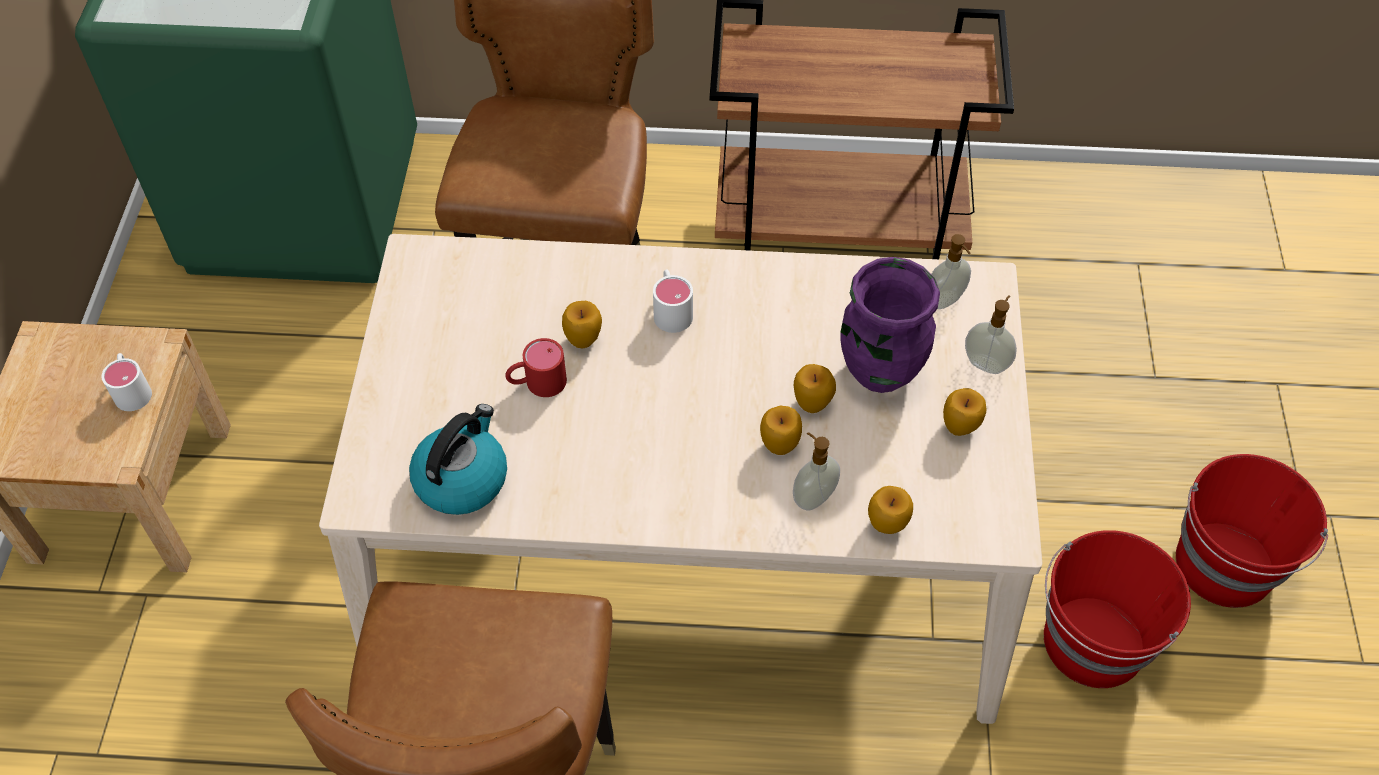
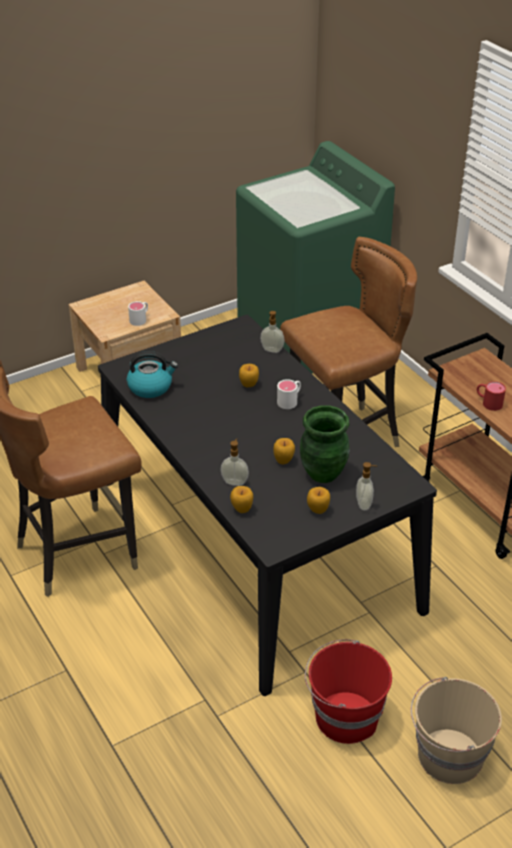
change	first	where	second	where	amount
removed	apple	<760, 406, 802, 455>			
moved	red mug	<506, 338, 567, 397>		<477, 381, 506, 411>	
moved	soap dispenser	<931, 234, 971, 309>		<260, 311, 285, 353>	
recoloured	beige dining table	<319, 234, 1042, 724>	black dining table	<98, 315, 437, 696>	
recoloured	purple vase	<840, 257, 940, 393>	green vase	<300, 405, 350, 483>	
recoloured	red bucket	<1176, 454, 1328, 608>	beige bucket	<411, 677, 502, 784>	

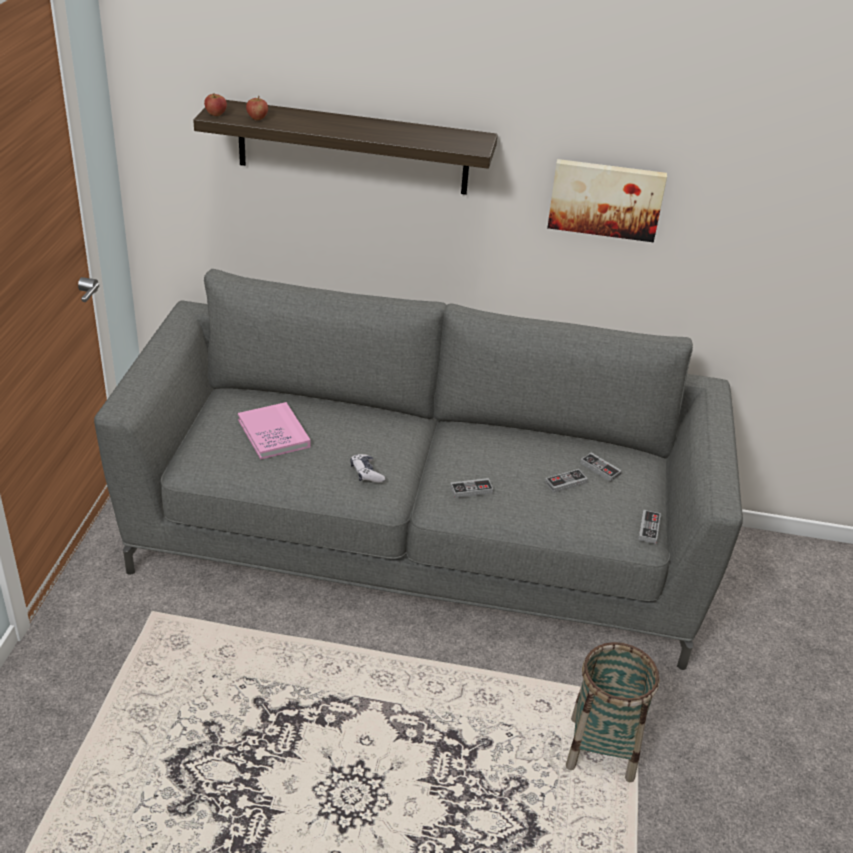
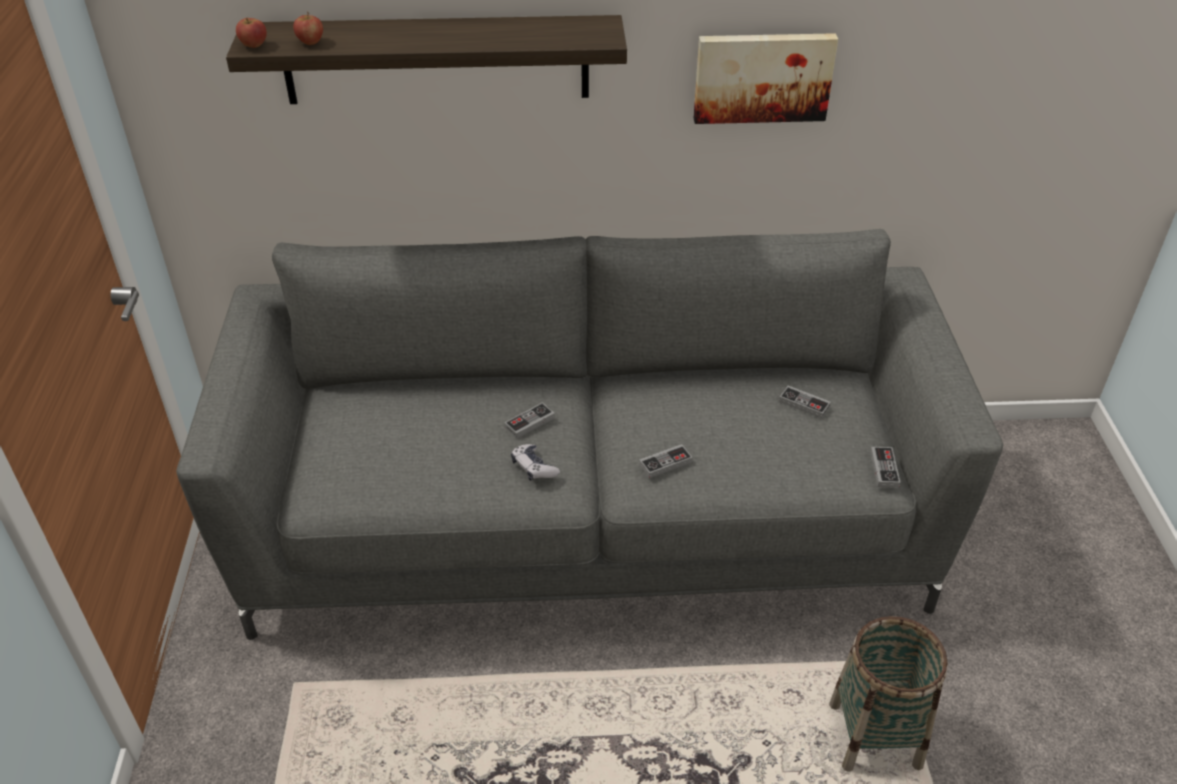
change	first	where	second	where	amount
removed	pink book	<238, 402, 311, 460>			
moved	game controller	<545, 469, 588, 493>		<504, 402, 555, 438>	

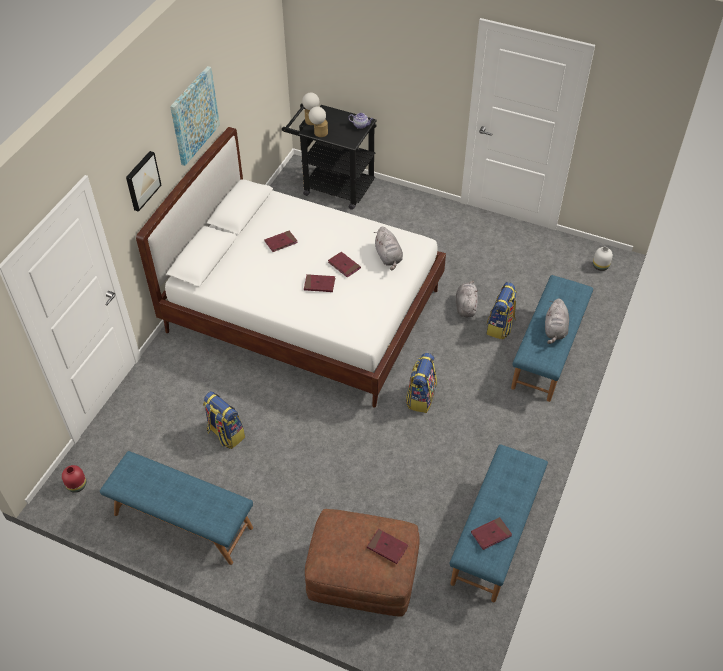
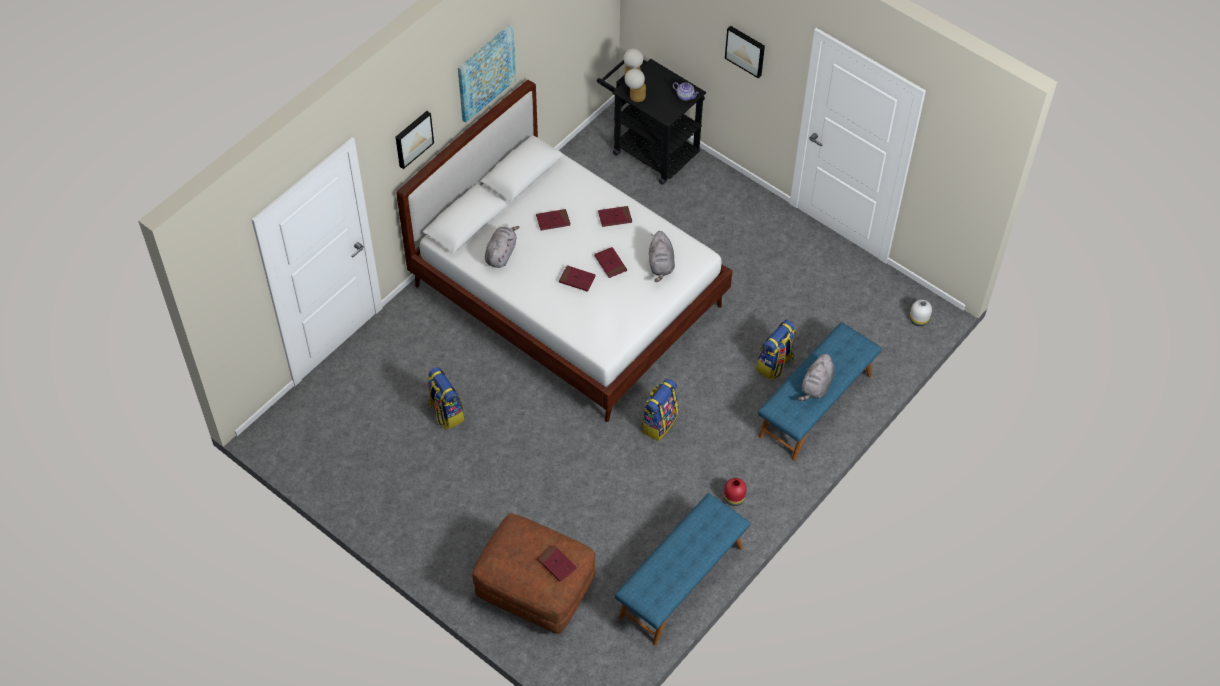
change	first	where	second	where	amount
removed	blue bench	<100, 451, 253, 565>			
added			picture	<725, 26, 765, 79>	
moved	red vase	<62, 465, 86, 493>		<724, 478, 747, 506>	
moved	grey plush toy	<456, 281, 478, 317>		<485, 226, 520, 268>	
moved	red book	<471, 517, 512, 550>		<598, 206, 632, 227>	

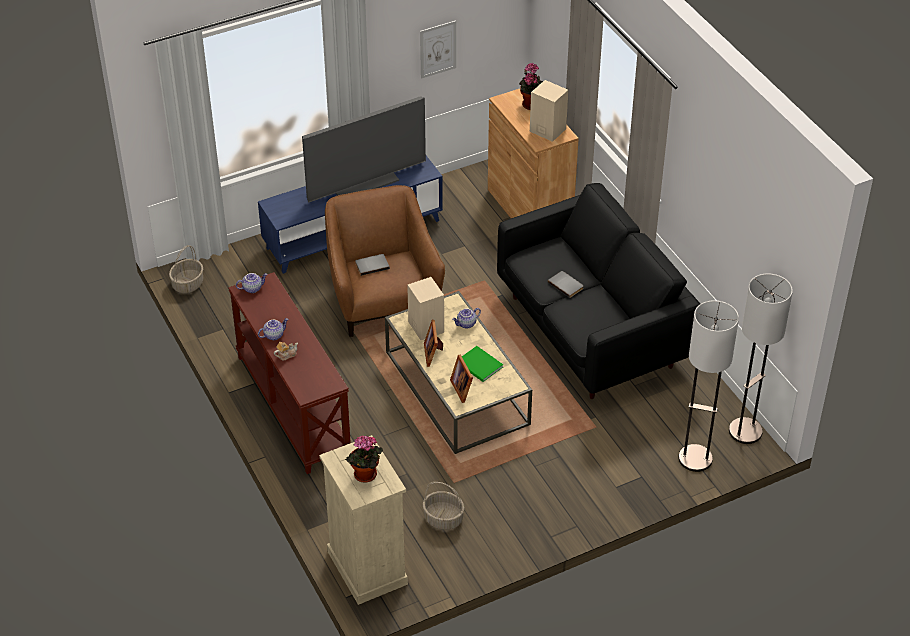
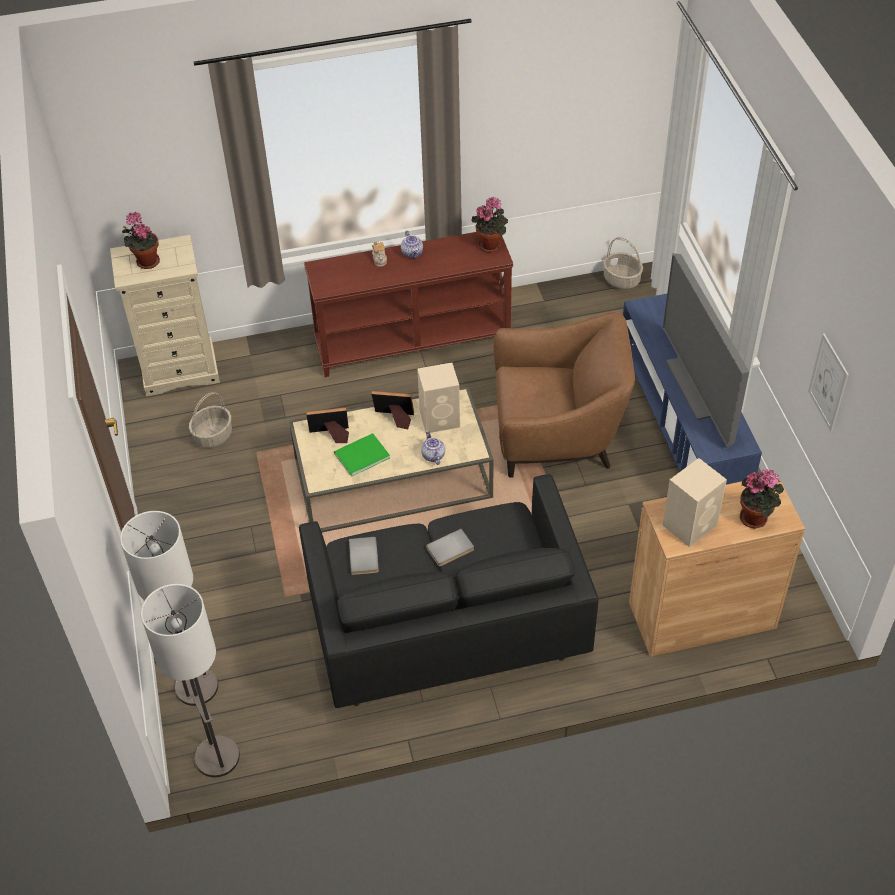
change	first	where	second	where	amount
moved	grey book	<355, 254, 390, 276>		<349, 537, 379, 575>	
replaced	teapot	<236, 273, 268, 293>	potted plant	<471, 196, 508, 252>	

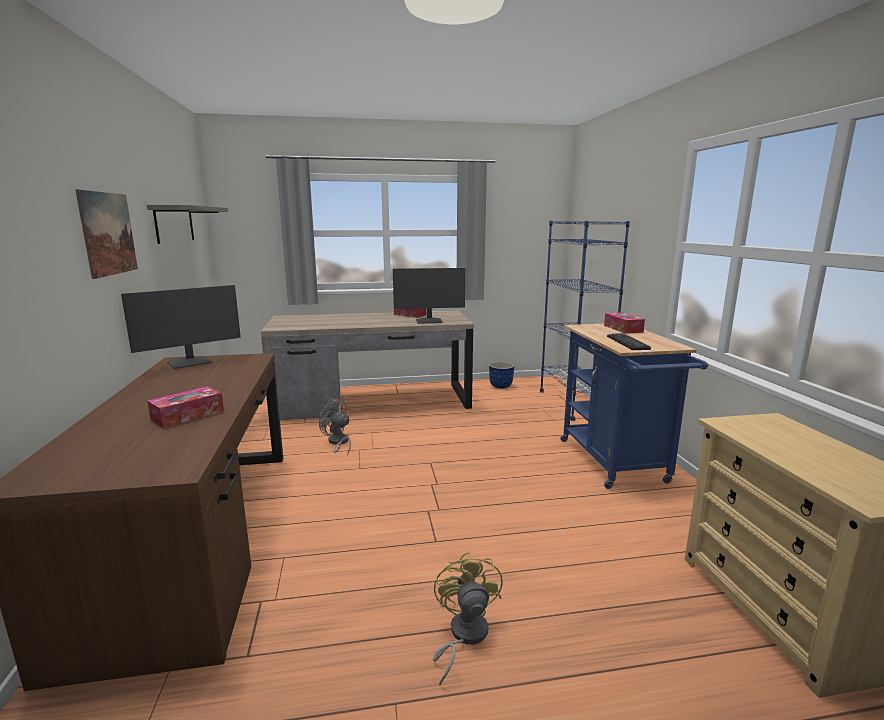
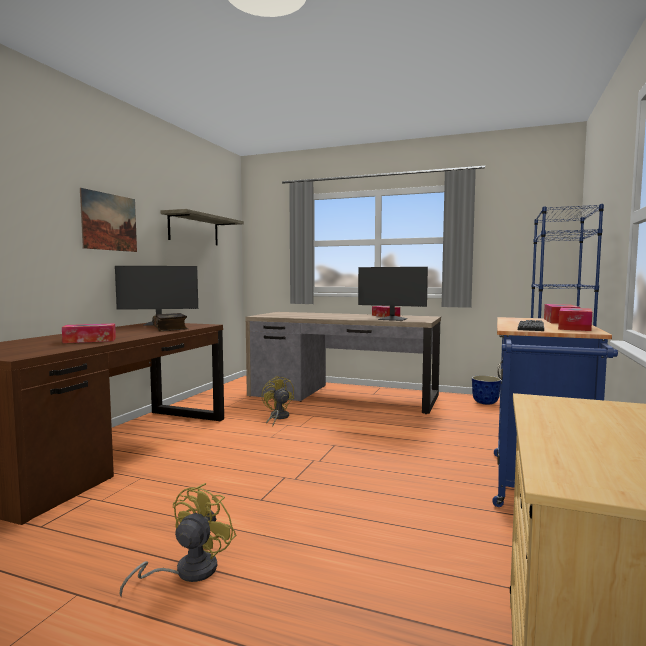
change	first	where	second	where	amount
added			book	<152, 313, 188, 331>	
added			tissue box	<558, 308, 592, 331>	
recoloured	grey fan	<319, 398, 351, 456>	yellow fan	<262, 376, 294, 427>	

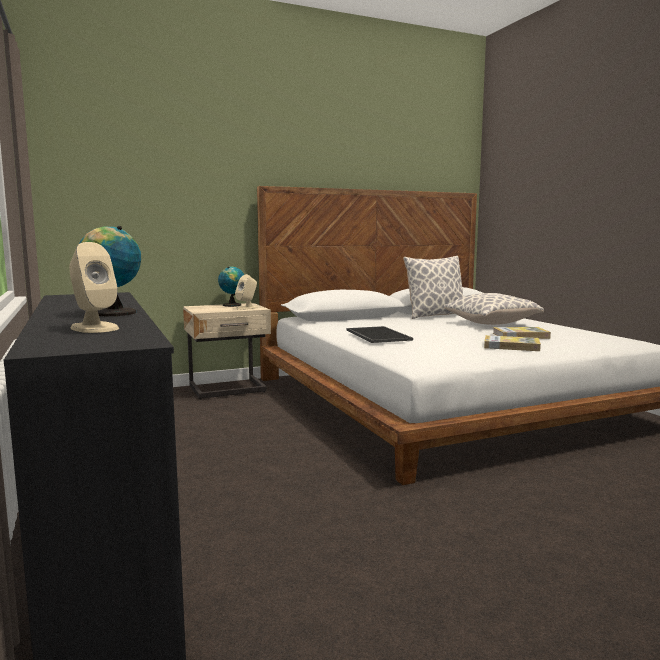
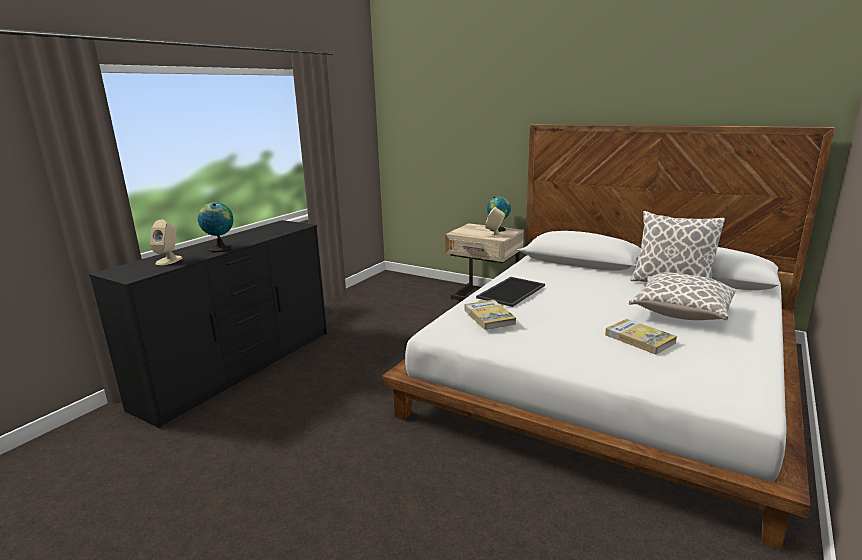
change	first	where	second	where	amount
moved	book	<484, 335, 541, 351>		<465, 300, 516, 330>	

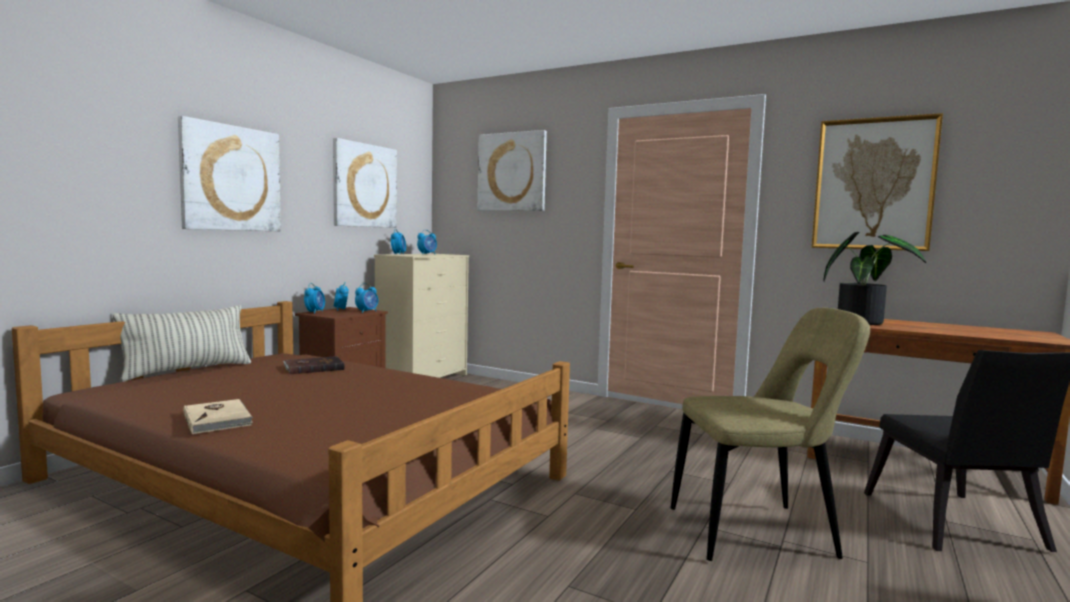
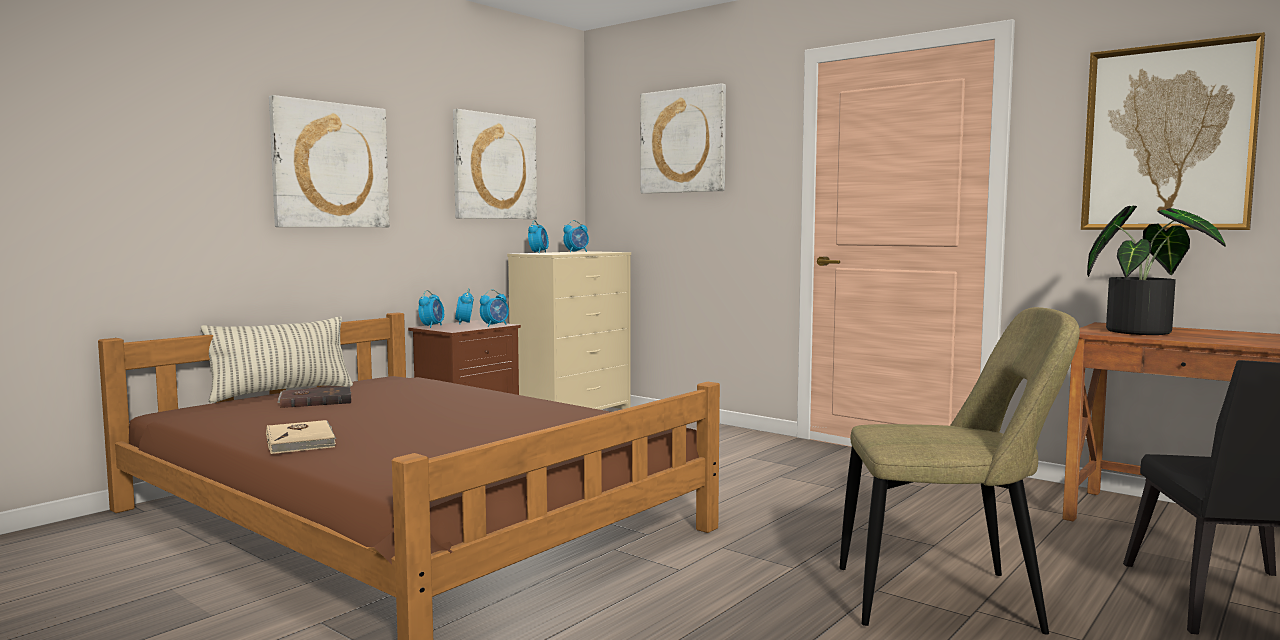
change	first	where	second	where	amount
moved	brown book	<283, 356, 345, 374>		<277, 386, 351, 408>	

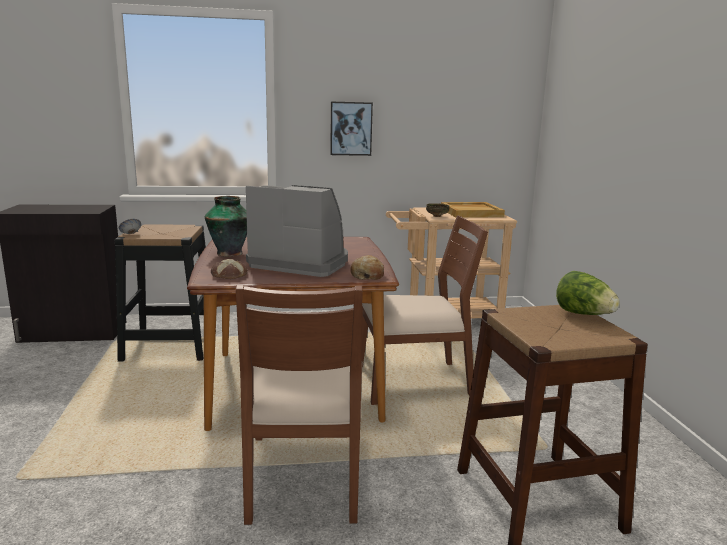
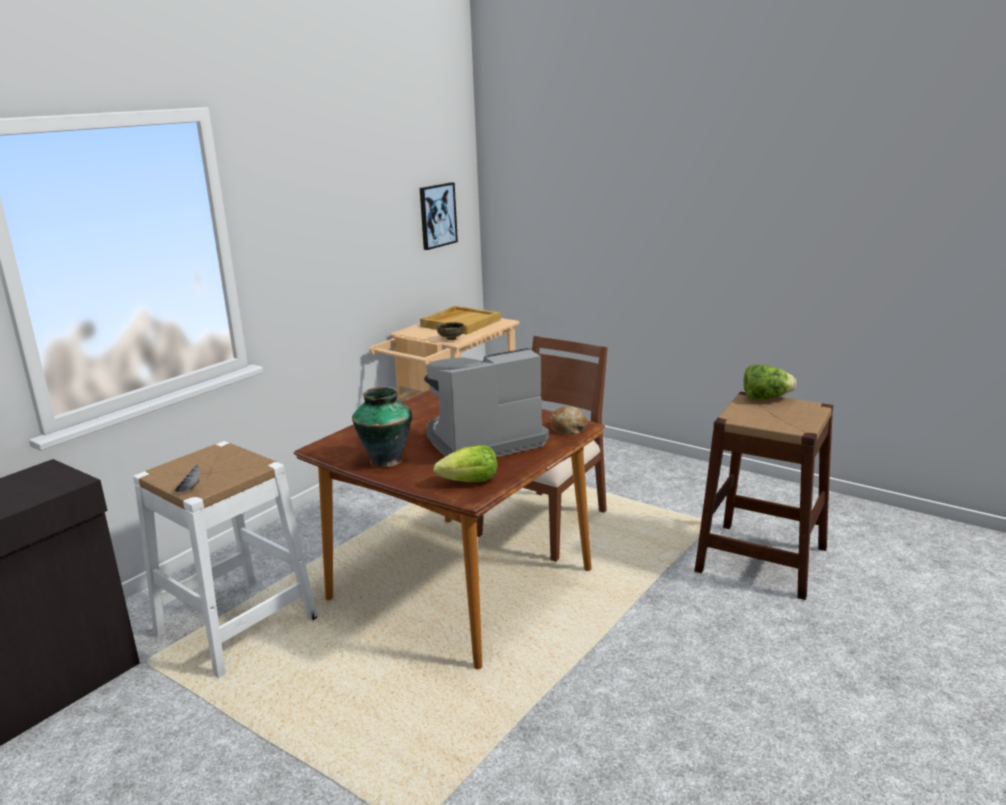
change	first	where	second	where	amount
removed	brown chair	<236, 285, 362, 525>			
moved	picture	<330, 102, 373, 156>		<420, 182, 458, 250>	
replaced	bread	<211, 259, 248, 279>	lettuce	<433, 445, 497, 482>	
recoloured	black stool	<115, 224, 206, 362>	white stool	<133, 441, 318, 678>	

